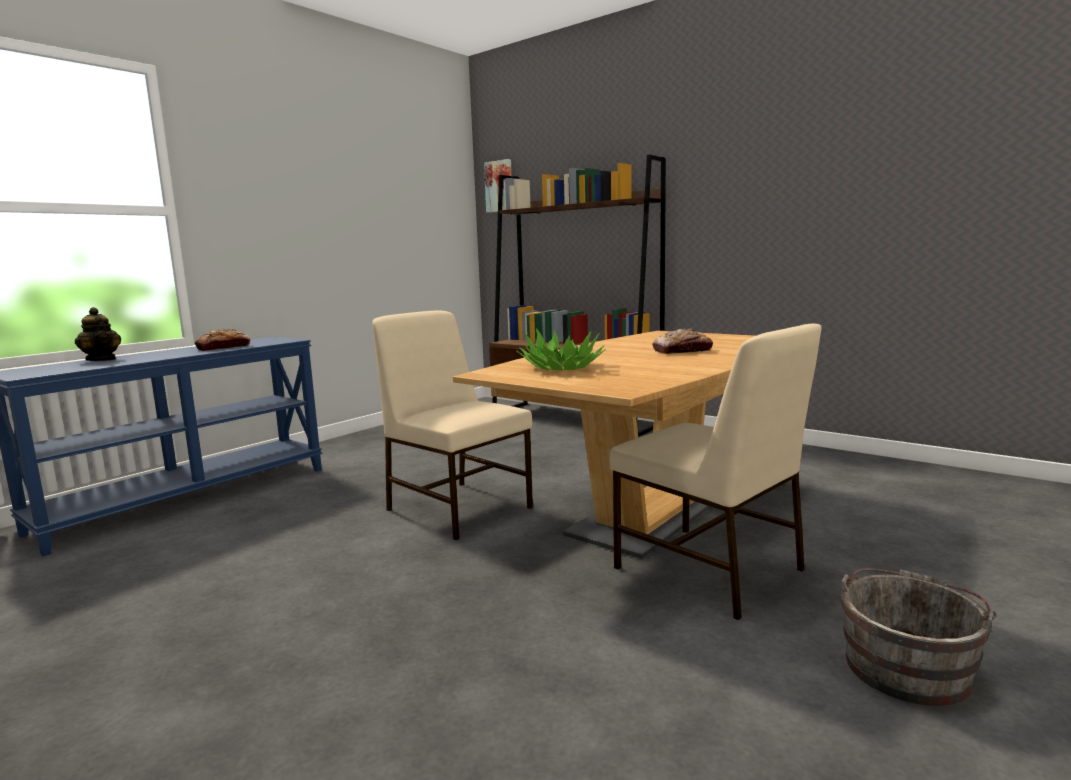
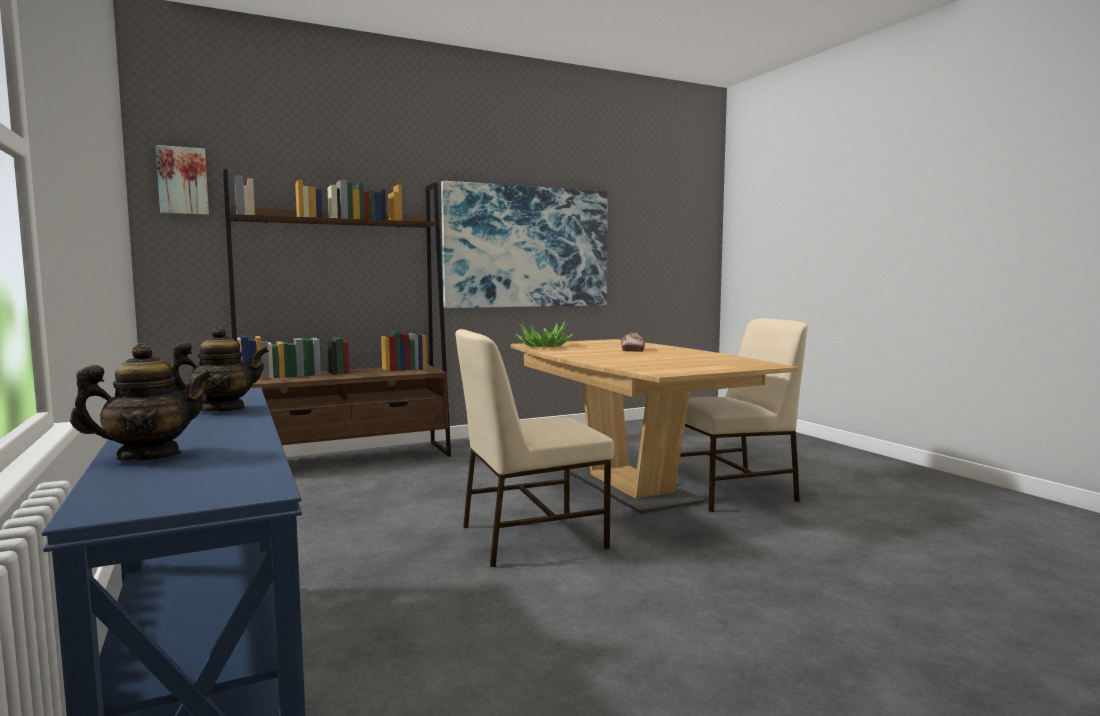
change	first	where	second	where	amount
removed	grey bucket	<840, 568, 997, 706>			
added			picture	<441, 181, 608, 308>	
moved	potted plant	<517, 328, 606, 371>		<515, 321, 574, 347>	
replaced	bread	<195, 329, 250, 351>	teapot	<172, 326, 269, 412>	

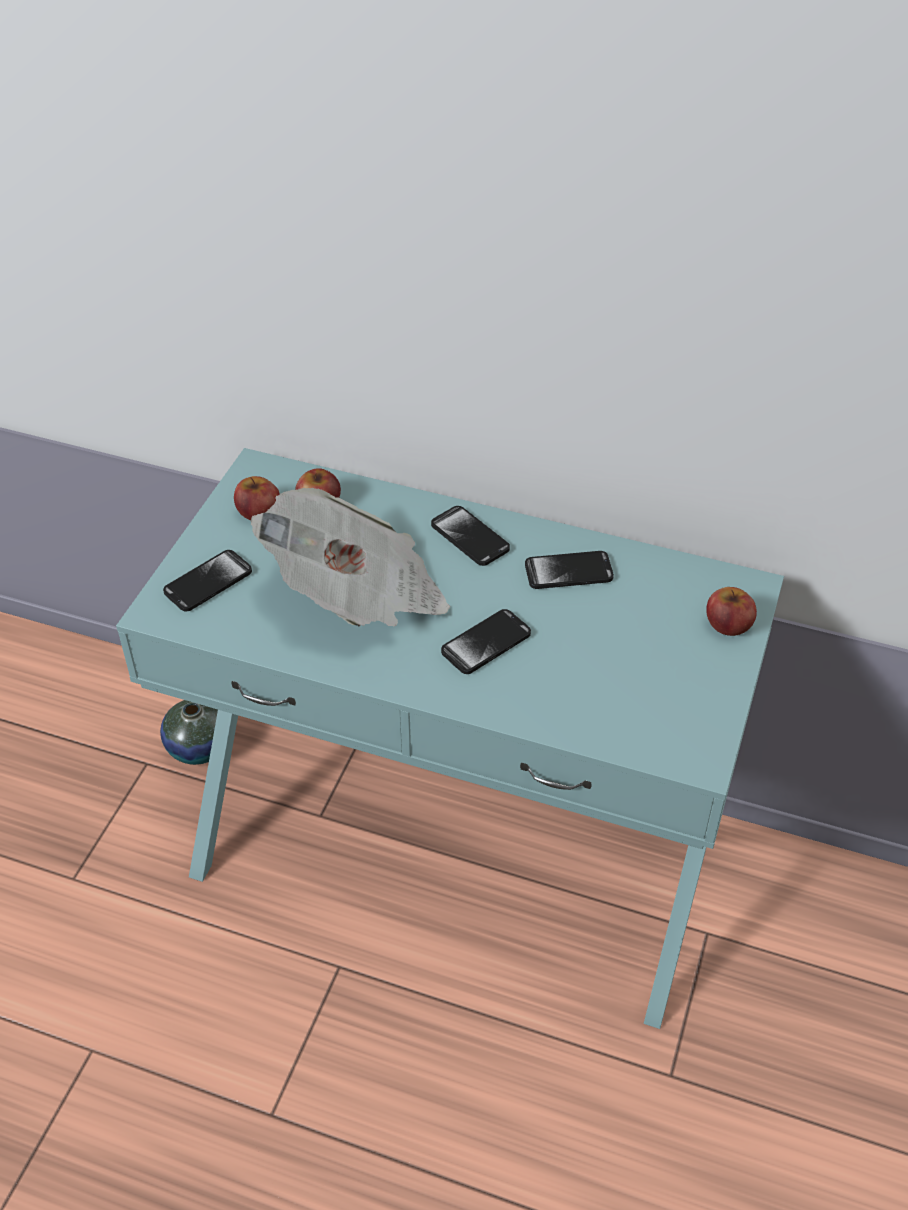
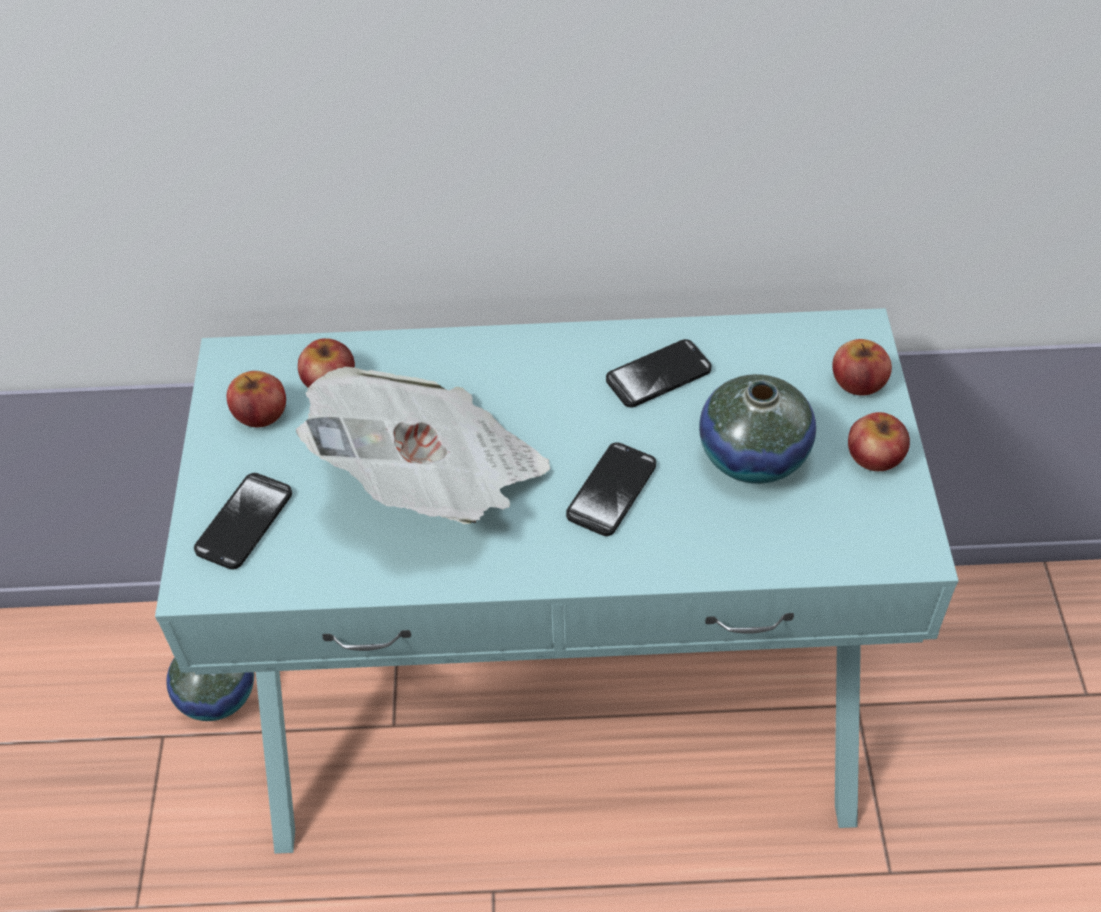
change	first	where	second	where	amount
removed	phone	<431, 506, 510, 566>			
added			vase	<699, 374, 816, 484>	
added			apple	<848, 412, 910, 471>	

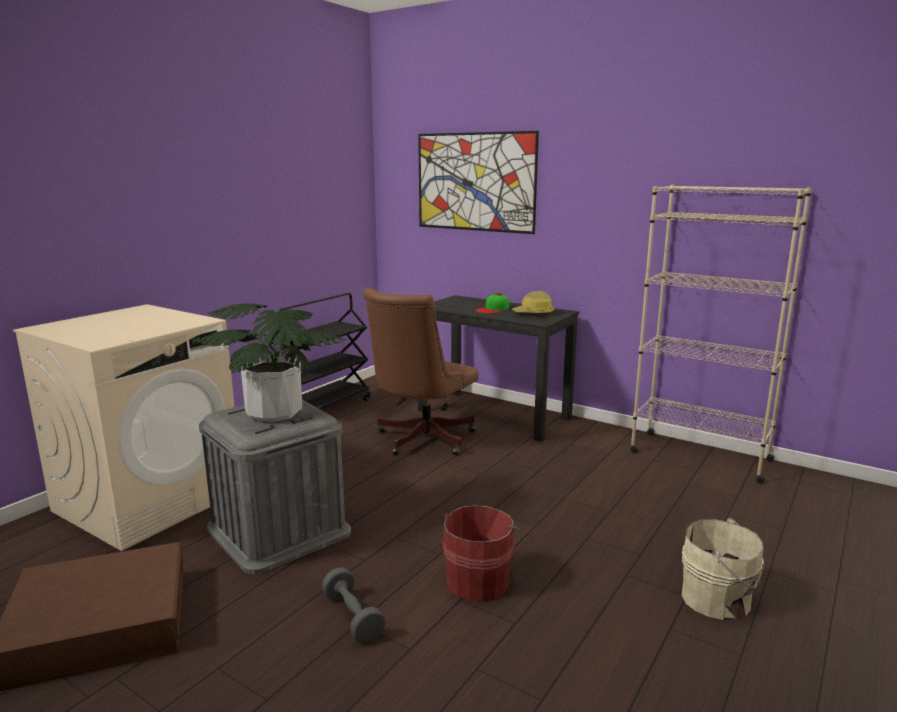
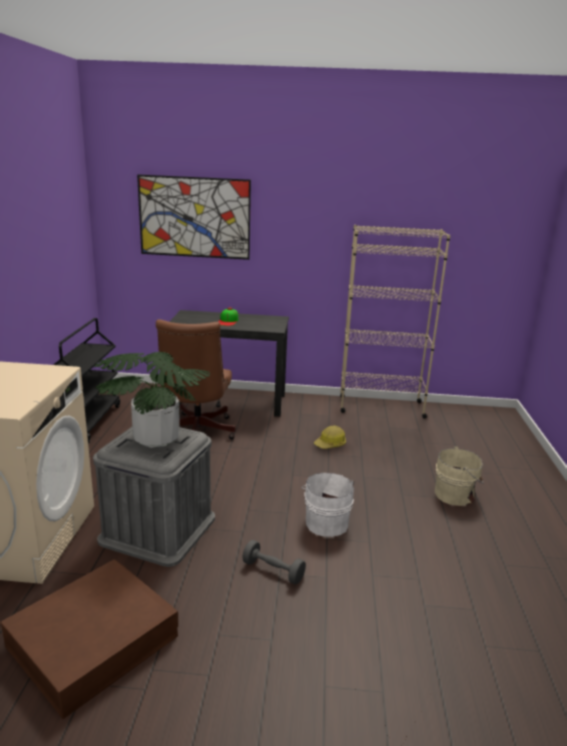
change	first	where	second	where	amount
moved	hard hat	<512, 291, 554, 314>		<314, 425, 346, 449>	
recoloured	red bucket	<442, 505, 519, 601>	white bucket	<302, 473, 354, 537>	

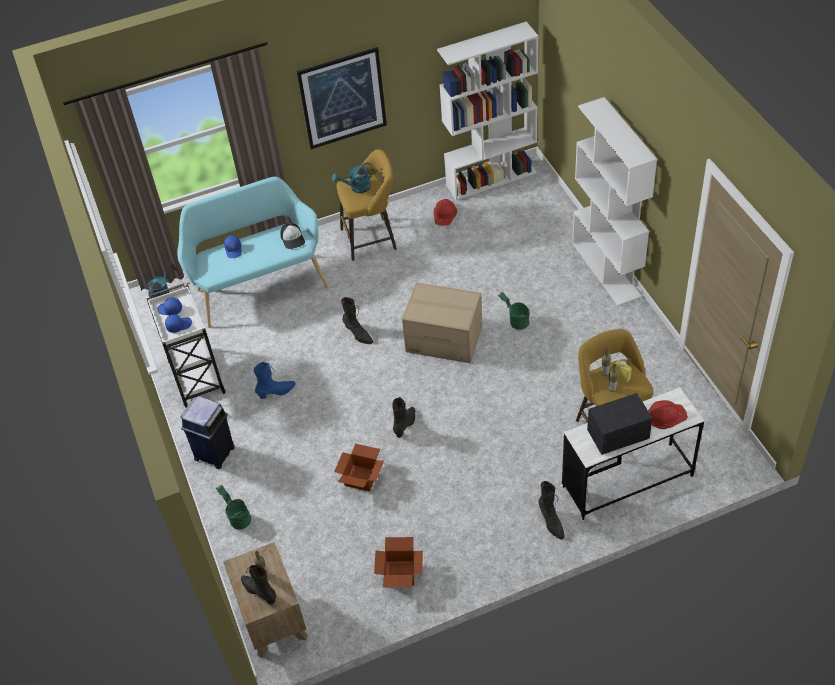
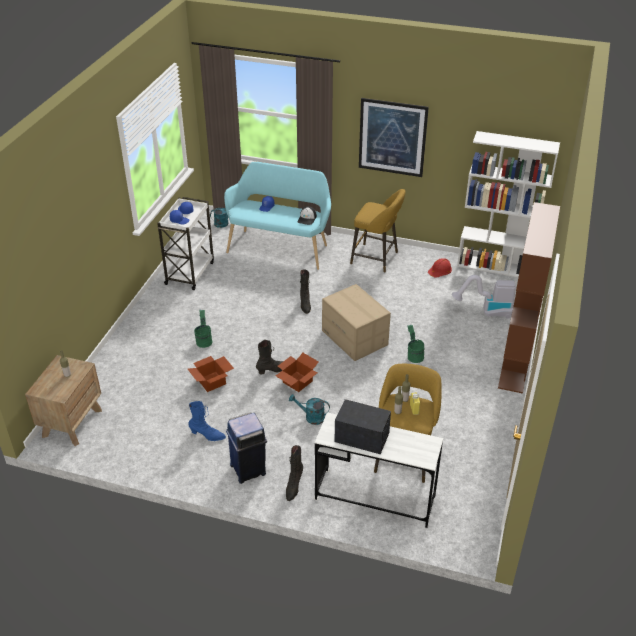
change	first	where	second	where	amount
removed	black boot	<241, 565, 276, 604>			
removed	red hard hat	<648, 400, 688, 429>			
added			vacuum cleaner	<452, 275, 516, 319>	
moved	blue trash can	<181, 396, 235, 469>		<226, 412, 267, 484>	
moved	green bucket	<216, 485, 251, 530>		<194, 309, 212, 348>	
moved	blue boot	<254, 362, 296, 399>		<189, 401, 226, 441>	
moved	turquoise watering can	<332, 163, 373, 193>		<289, 394, 330, 425>	
moved	cardboard box	<374, 537, 423, 587>		<276, 353, 319, 392>	
recoloured	white bookcase	<572, 97, 657, 306>	brown bookcase	<498, 202, 560, 394>	

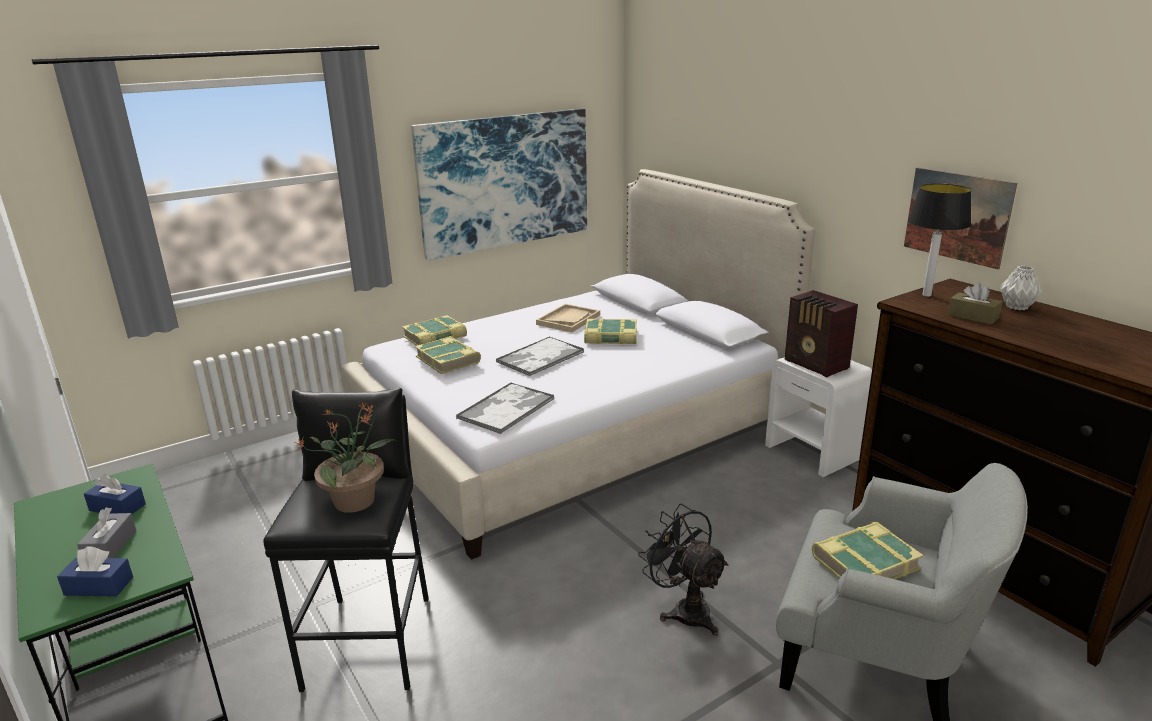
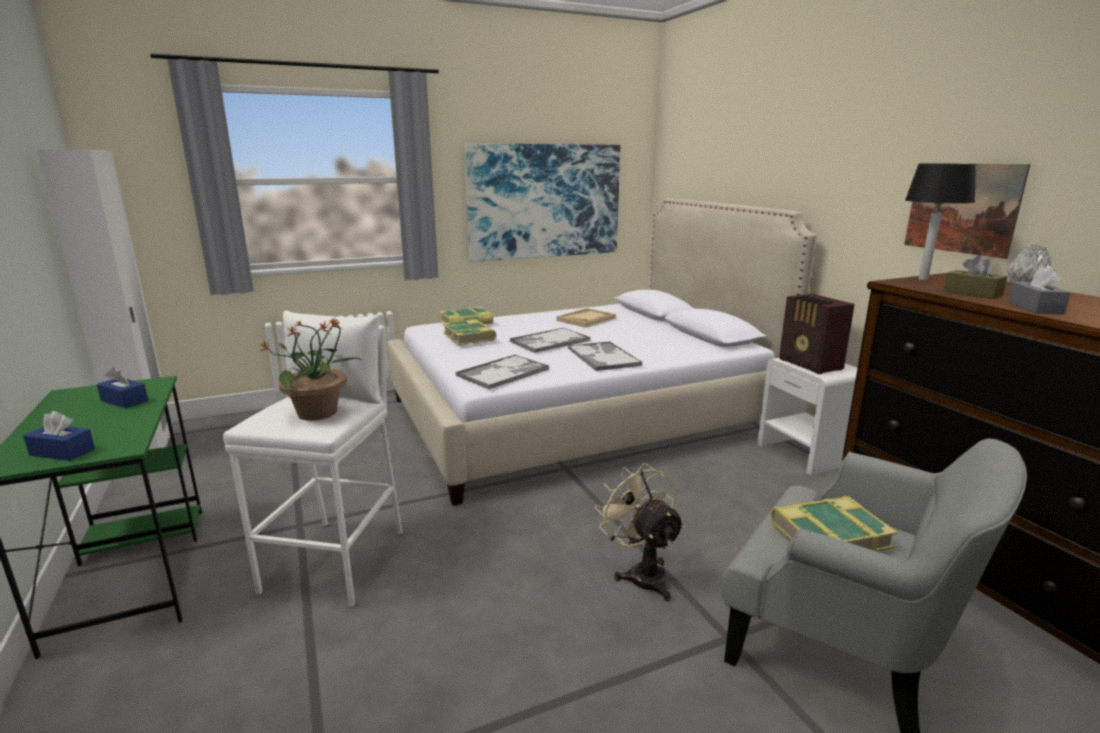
change	first	where	second	where	amount
removed	book	<584, 319, 637, 344>			
added			tray	<568, 341, 642, 371>	
moved	grey tissue box	<77, 507, 136, 558>		<1007, 266, 1071, 315>	
recoloured	black stool	<263, 388, 429, 692>	white stool	<223, 311, 403, 608>	
recoloured	black fan	<638, 504, 729, 635>	beige fan	<595, 463, 685, 601>	

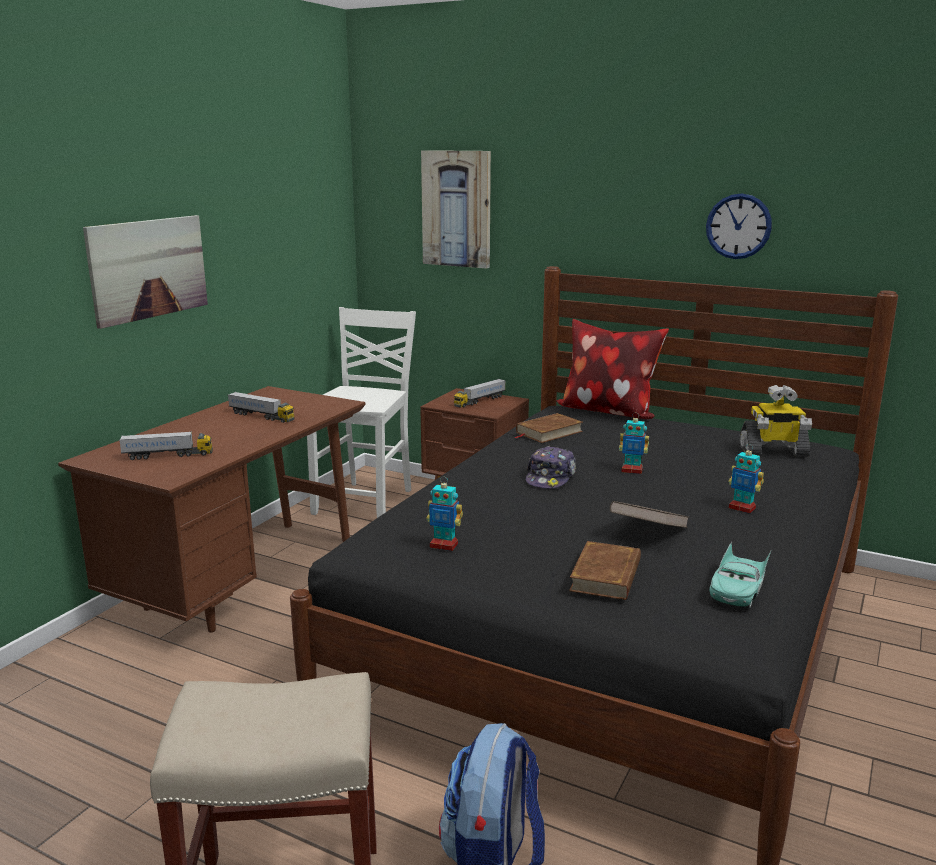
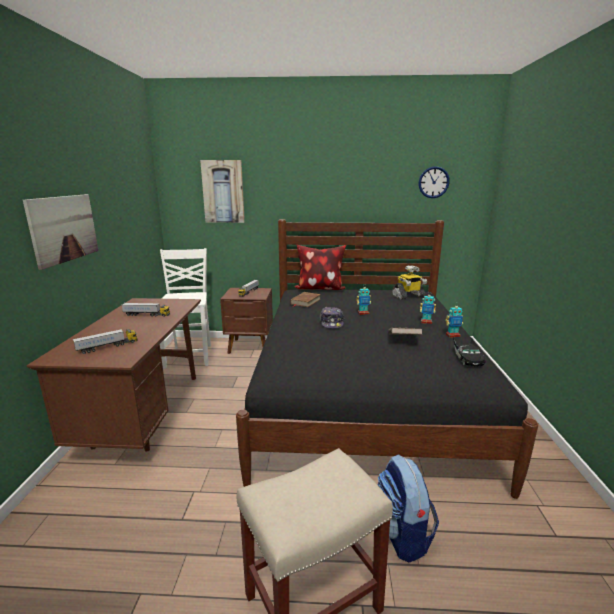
change	first	where	second	where	amount
removed	brown book	<569, 541, 641, 600>			
moved	toy robot	<426, 476, 463, 551>		<445, 303, 463, 338>	
moved	wall clock	<706, 193, 772, 259>		<418, 166, 450, 198>	
recoloured	turquoise toy car	<709, 541, 771, 608>	black toy car	<453, 338, 485, 366>	

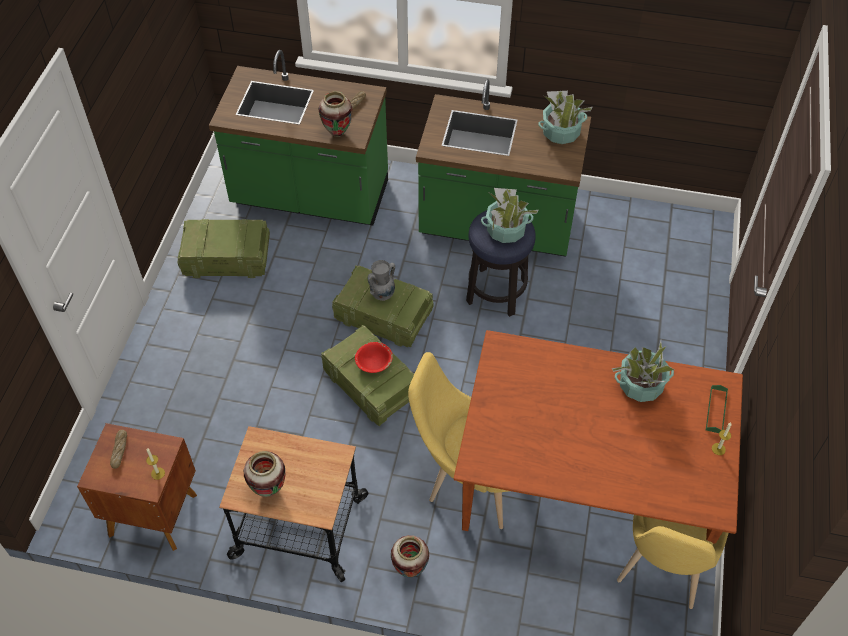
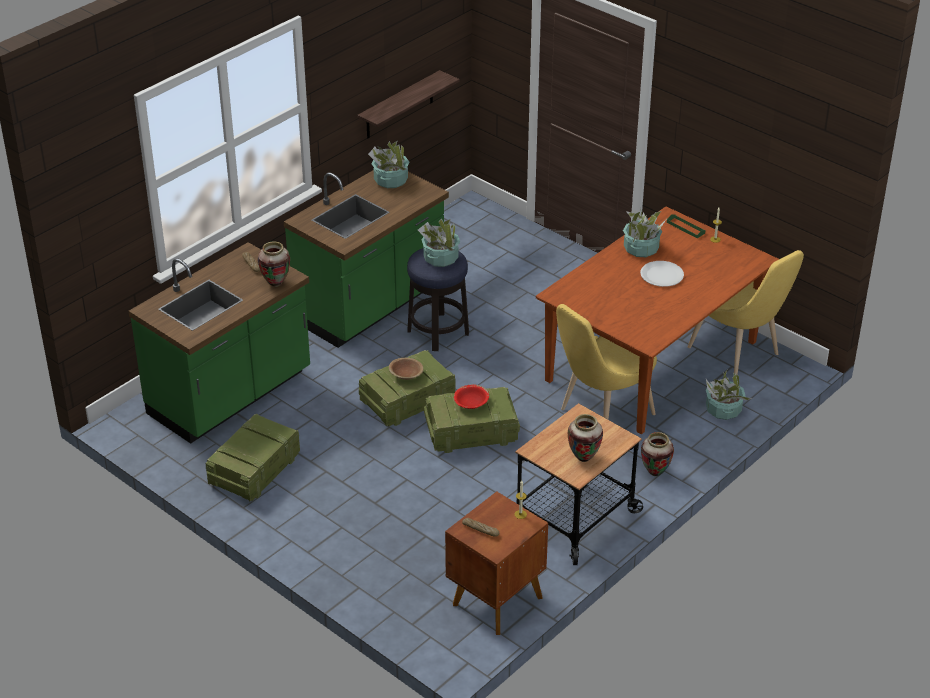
change	first	where	second	where	amount
added			shelf	<358, 70, 459, 138>	
added			white plate	<640, 261, 684, 287>	
added			potted plant	<706, 370, 753, 420>	
replaced	grey vase	<368, 260, 395, 301>	brown bowl	<389, 358, 423, 380>	

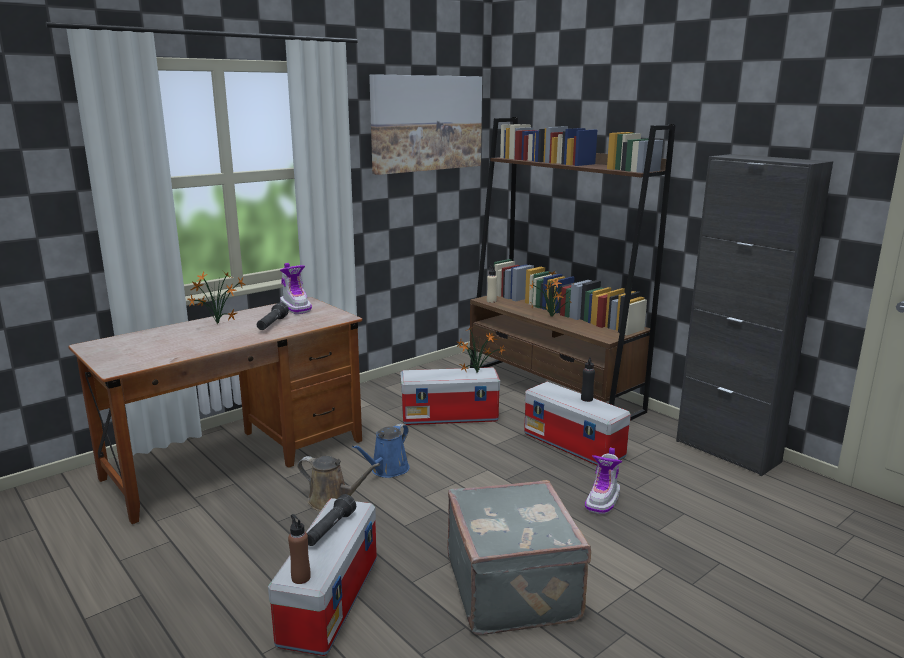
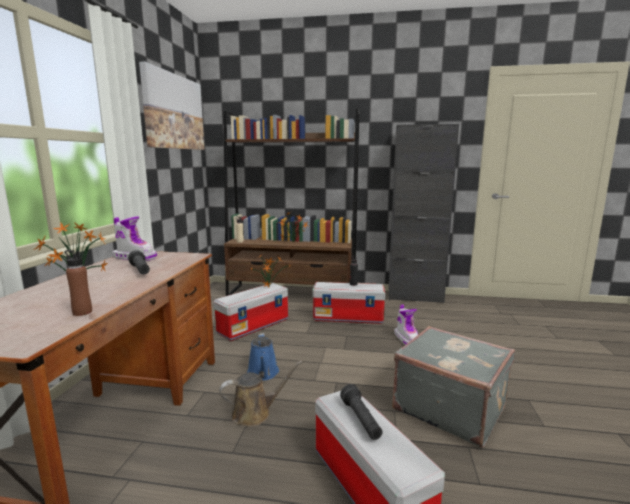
change	first	where	second	where	amount
moved	brown bottle	<288, 514, 311, 584>		<65, 250, 92, 316>	

